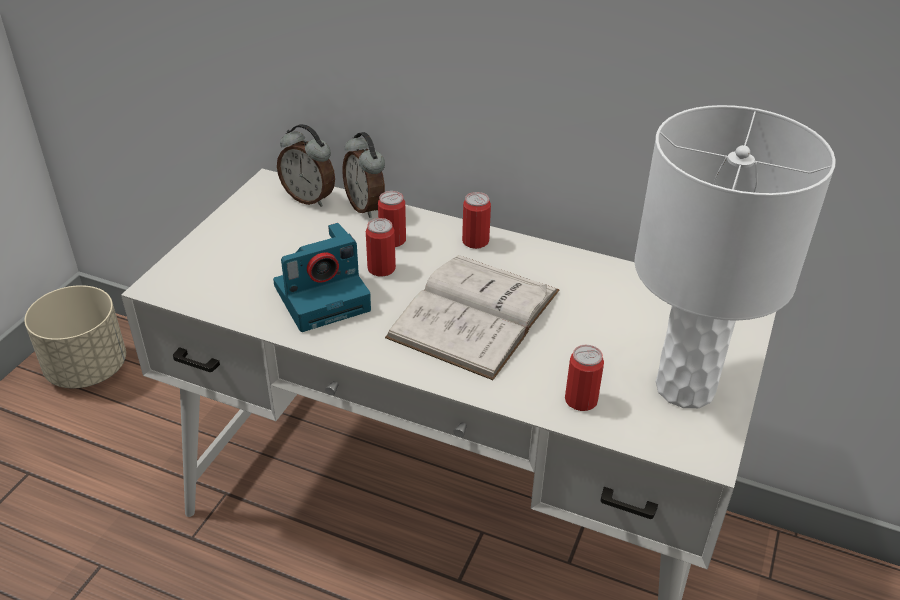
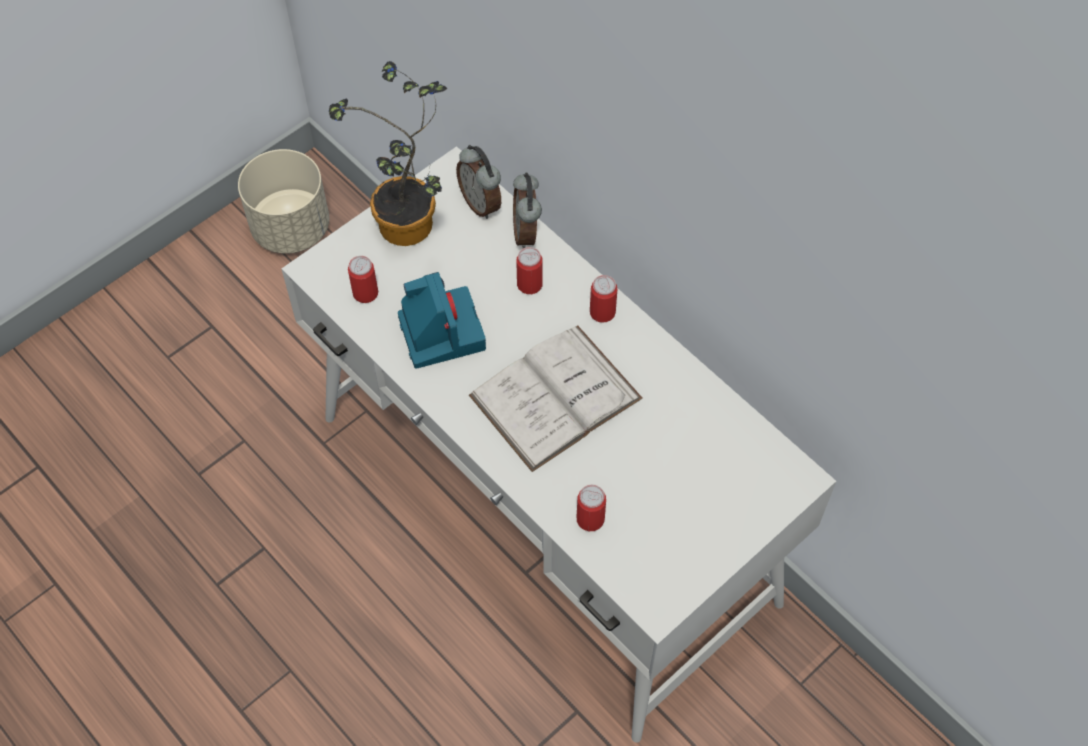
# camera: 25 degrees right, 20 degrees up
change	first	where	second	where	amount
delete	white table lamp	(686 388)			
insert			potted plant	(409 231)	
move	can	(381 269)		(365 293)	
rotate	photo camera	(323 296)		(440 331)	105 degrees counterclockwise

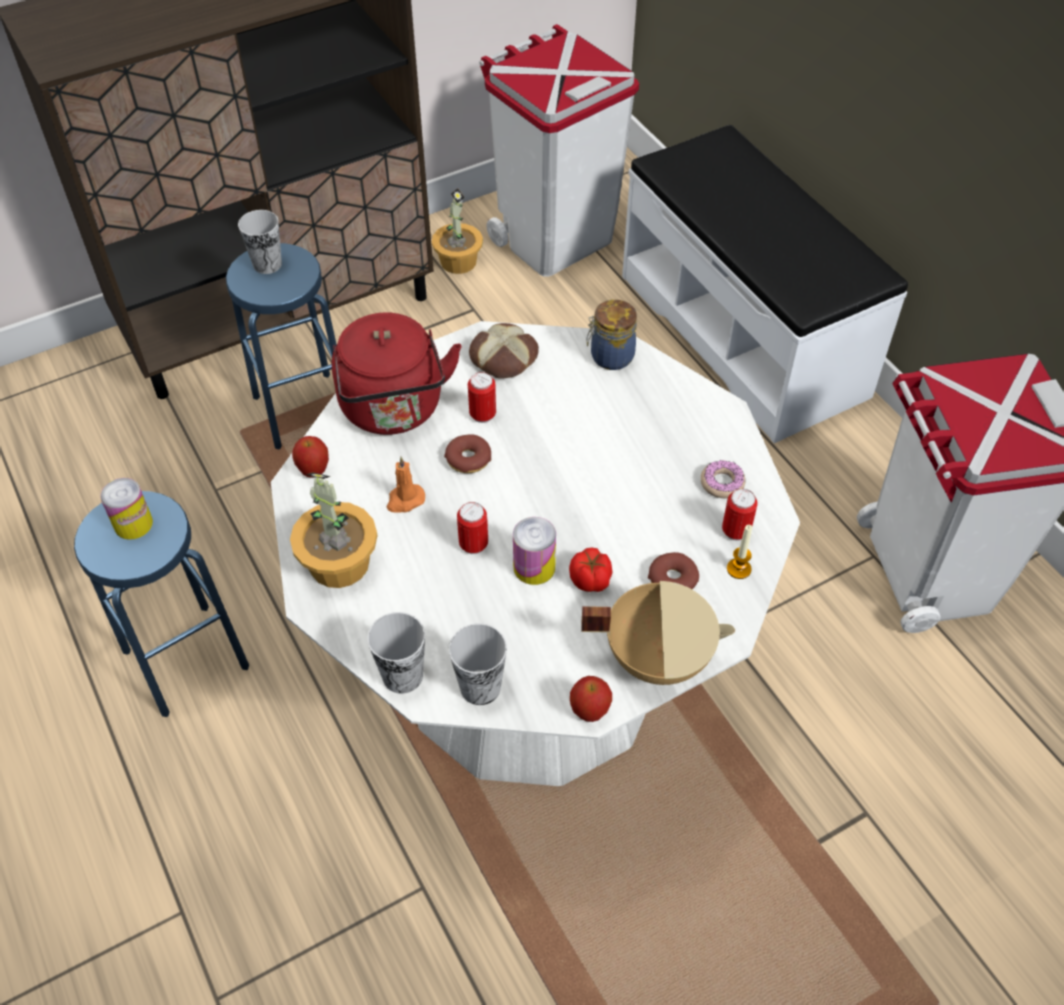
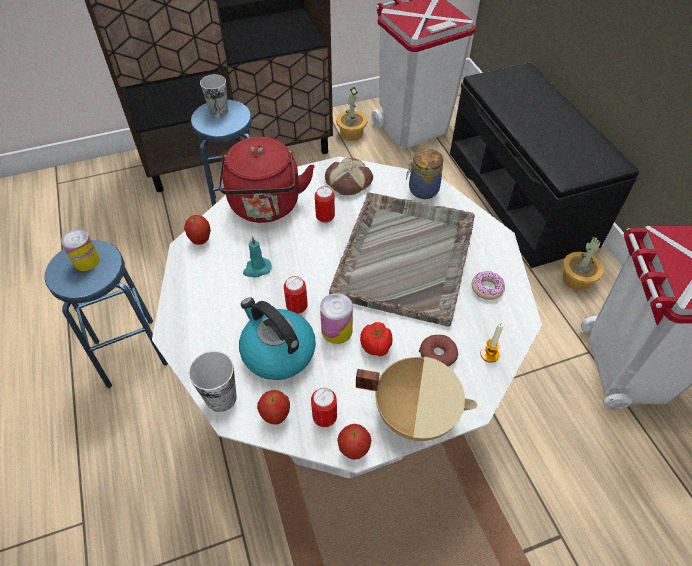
# camera: 10 degrees right, 0 degrees up
change	first	where	second	where	amount
delete	donut	(468 459)			
insert			kettle	(277 352)	
insert			grey tray	(405 256)	
move	potted plant	(339 564)		(576 280)	
move	can	(735 531)		(325 418)	
replace	cup	(480 687)	apple	(276 416)	
recolor	orange candle	(405 500)	turquoise candle	(257 269)	
recolor	white bench	(743 334)	black bench	(521 197)	

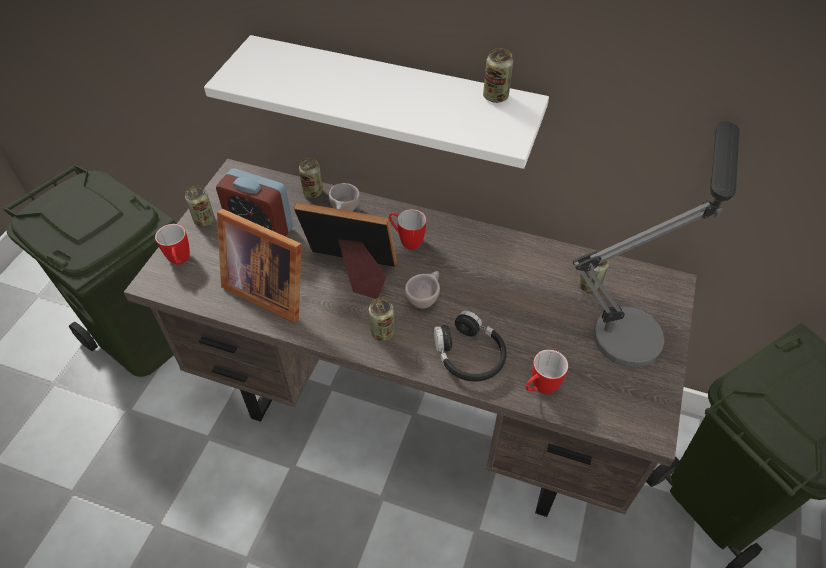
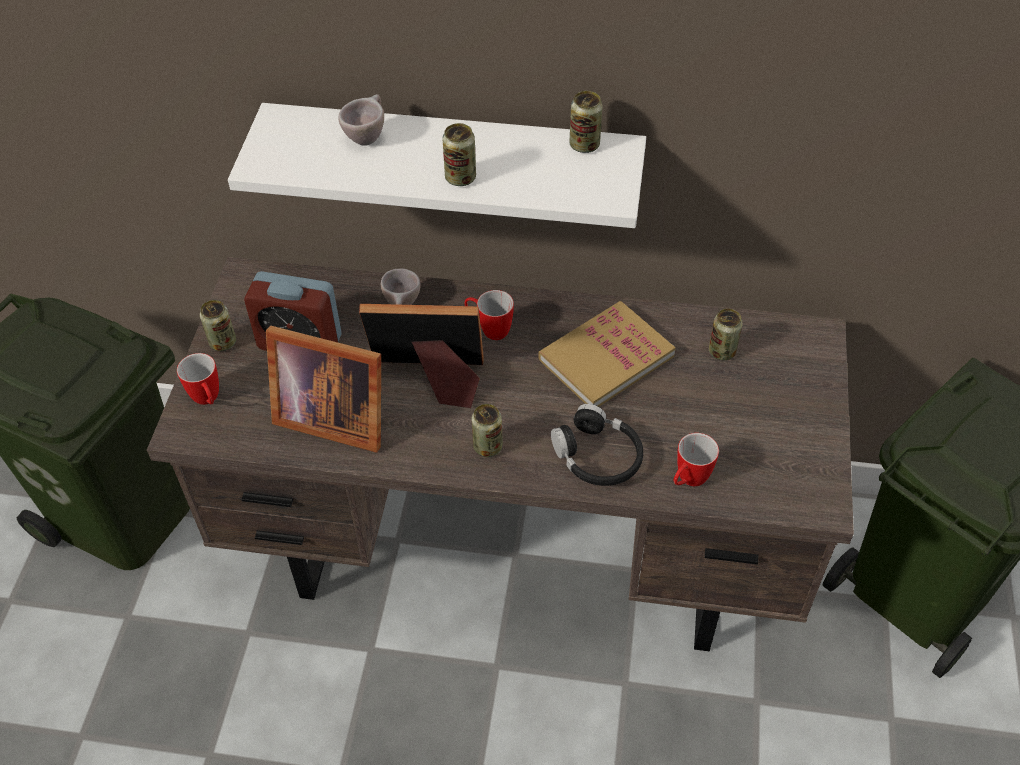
# camera: 10 degrees left, 0 degrees up
change	first	where	second	where	amount
delete	table lamp	(634 322)			
insert			book	(606 358)	
move	can	(313 192)		(460 178)	
move	beige cup	(424 299)		(367 136)	

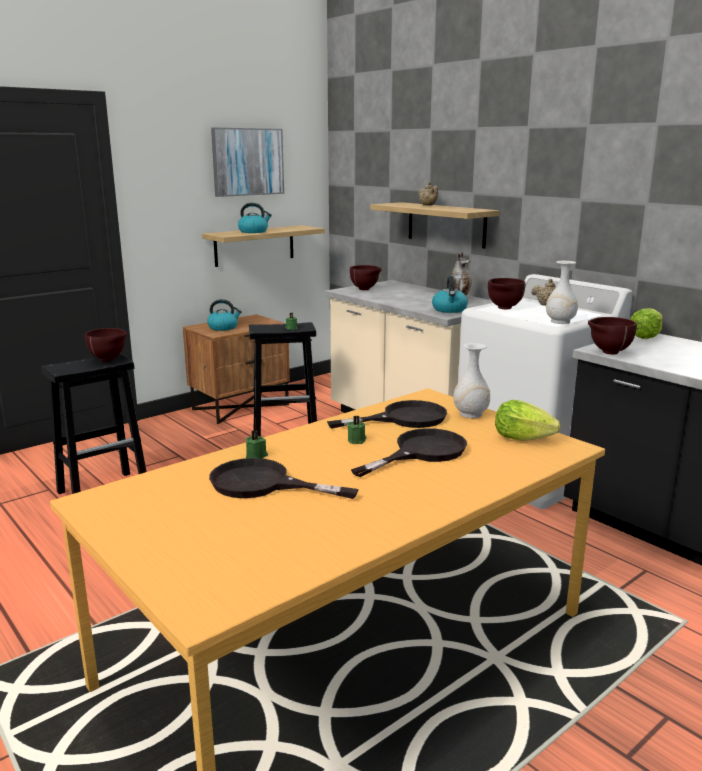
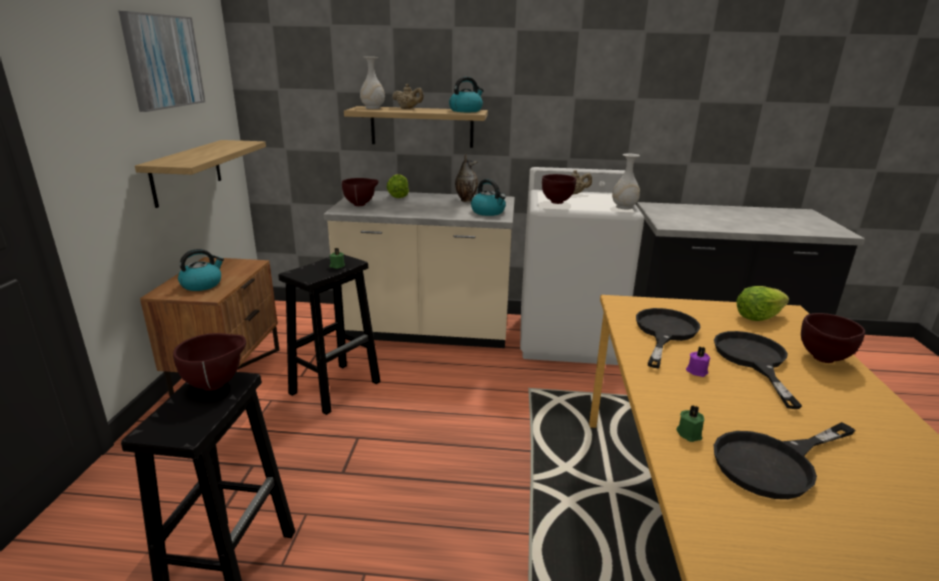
# camera: 45 degrees left, 5 degrees up
change	first	where	second	where	amount
move	kettle	(254 231)		(466 111)	
move	white vase	(471 414)		(373 108)	
move	brown bowl	(608 352)		(823 360)	
move	lettuce	(645 336)		(398 196)	
recolor	green candle	(357 440)	purple candle	(696 371)	

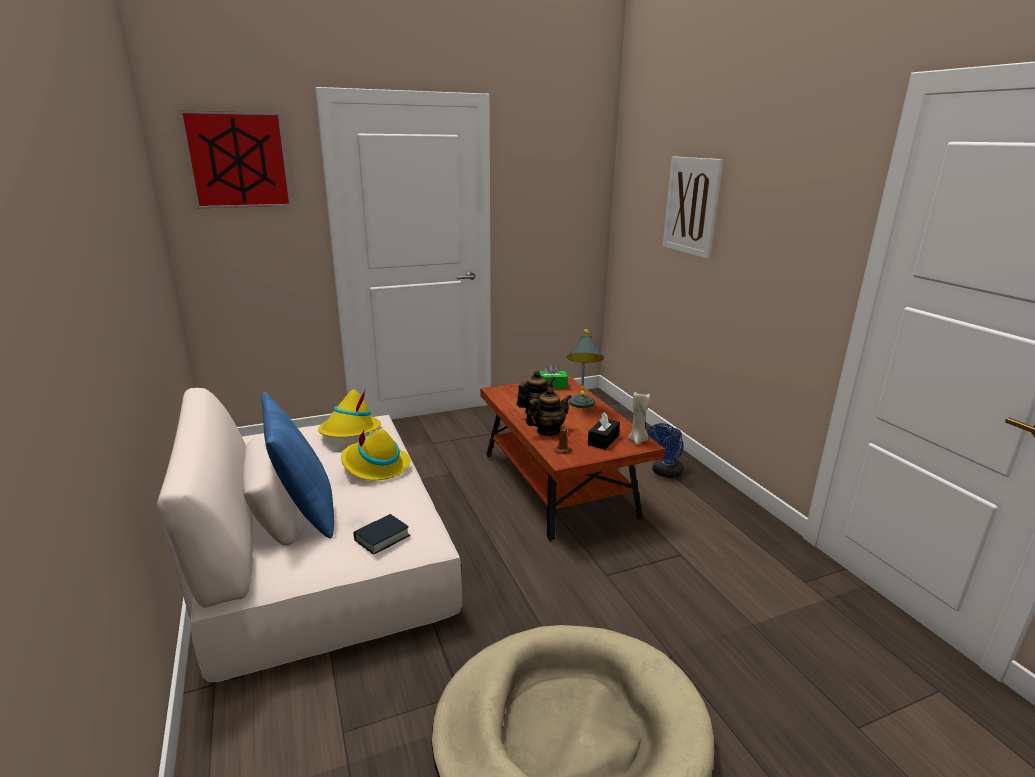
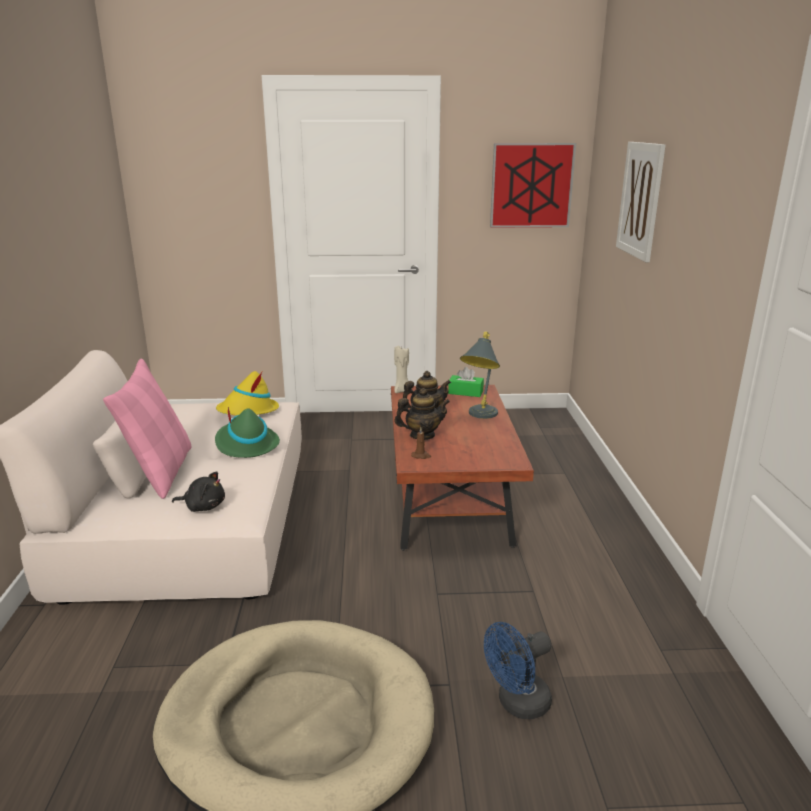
# camera: 20 degrees right, 0 degrees up
change	first	where	second	where	amount
delete	black tissue box	(603 440)			
move	picture	(238 160)		(531 185)	
move	beige candle	(637 441)		(402 391)	
move	blue fan	(664 473)		(517 704)	
replace	book	(382 538)	black plush toy	(203 506)	
recolor	blue pillow	(305 510)	pink pillow	(161 472)	
recolor	yellow hat	(375 465)	green hat	(246 444)	

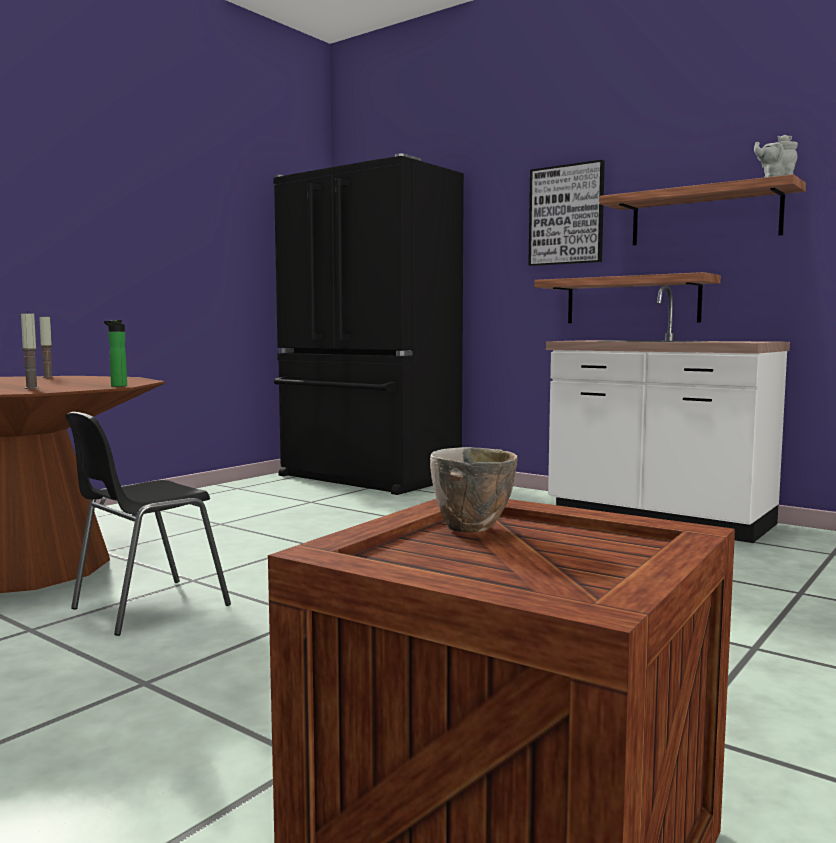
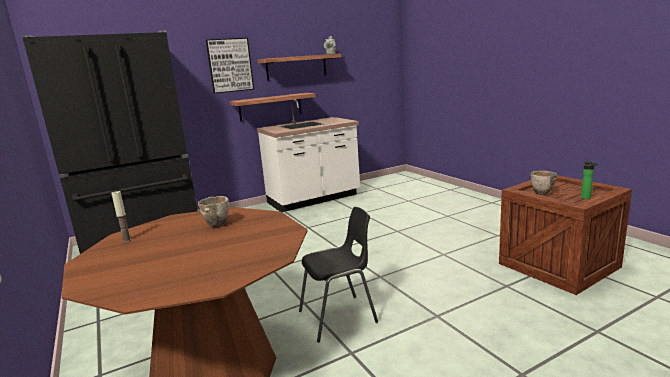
# camera: 65 degrees left, 10 degrees up
change	first	where	second	where	amount
delete	candle	(31 388)			
insert			bowl	(218 224)	
move	bottle	(117 386)		(587 198)	
rotate	black chair	(146 607)		(340 317)	90 degrees counterclockwise

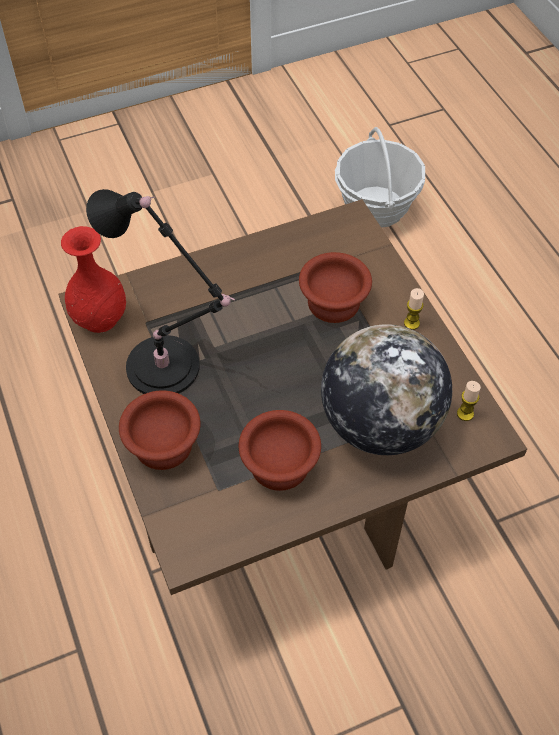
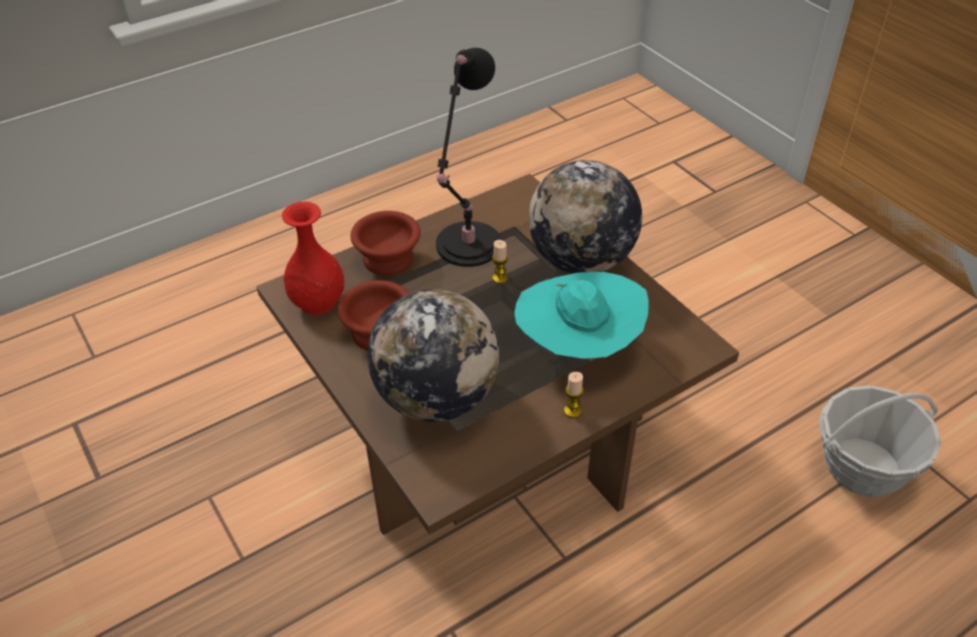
# camera: 80 degrees right, 10 degrees down
change	first	where	second	where	amount
insert			globe	(581 260)	
move	red vase	(100 319)		(317 303)	
move	candle	(465 414)		(500 278)	
replace	brown bowl	(335 304)	turquoise hat	(578 347)	

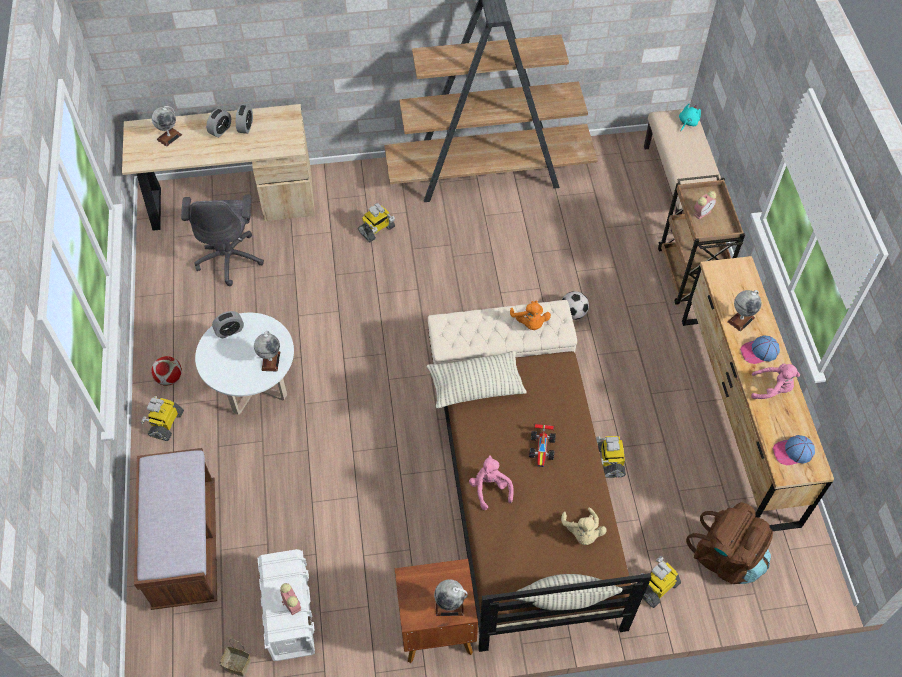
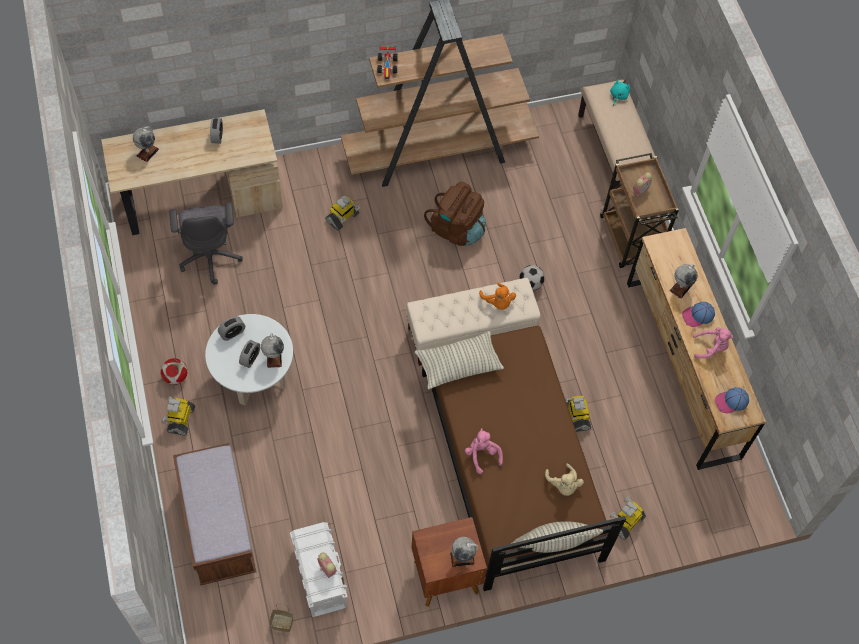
# camera: 10 degrees left, 5 degrees up
change	first	where	second	where	amount
move	alarm clock	(220 130)		(250 358)	
move	toy car	(542 448)		(388 66)	
move	brown backpack	(726 557)		(456 229)	

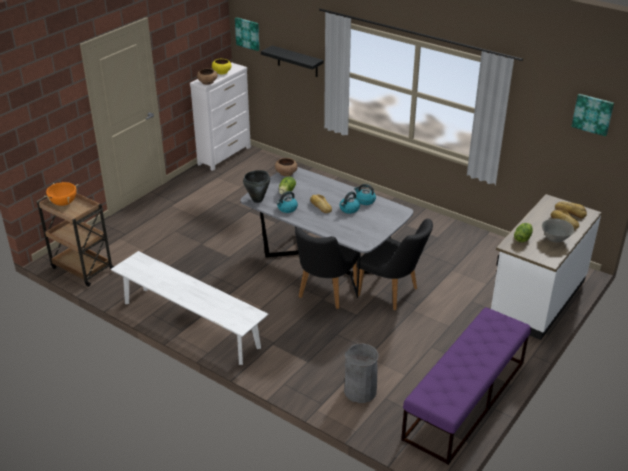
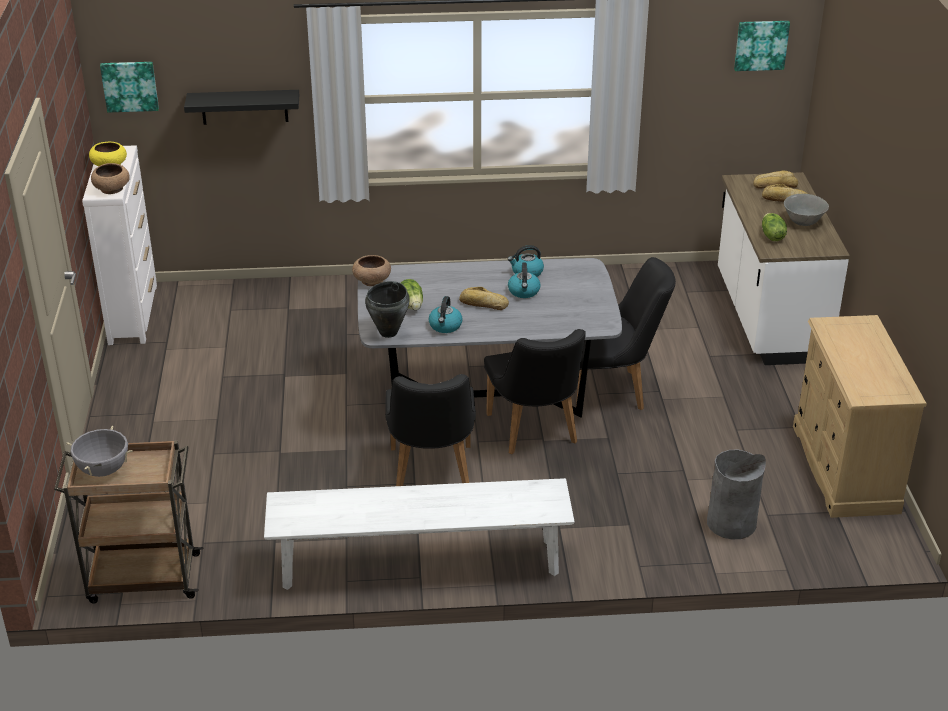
# camera: 40 degrees left, 0 degrees up
change	first	where	second	where	amount
insert			black chair	(431 475)	
replace	purple bench	(465 400)	beige dresser	(844 468)	
recolor	orange cooking pot	(64 203)	grey cooking pot	(103 470)	

